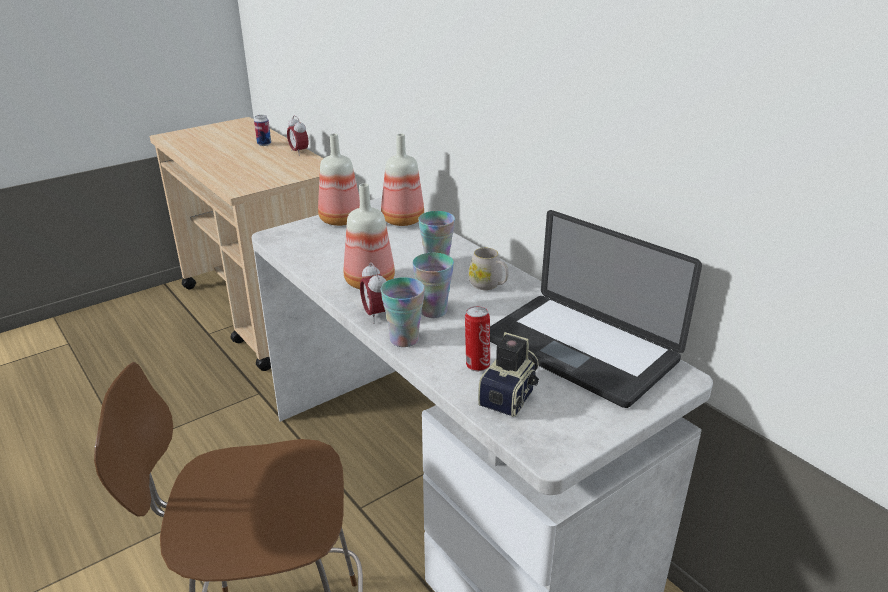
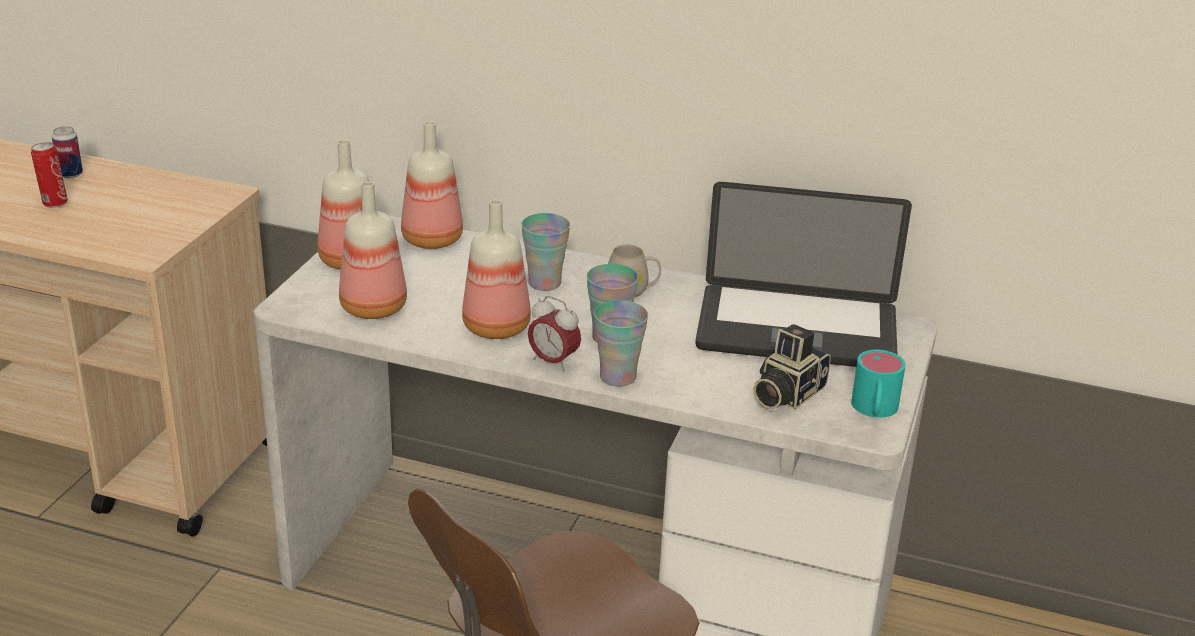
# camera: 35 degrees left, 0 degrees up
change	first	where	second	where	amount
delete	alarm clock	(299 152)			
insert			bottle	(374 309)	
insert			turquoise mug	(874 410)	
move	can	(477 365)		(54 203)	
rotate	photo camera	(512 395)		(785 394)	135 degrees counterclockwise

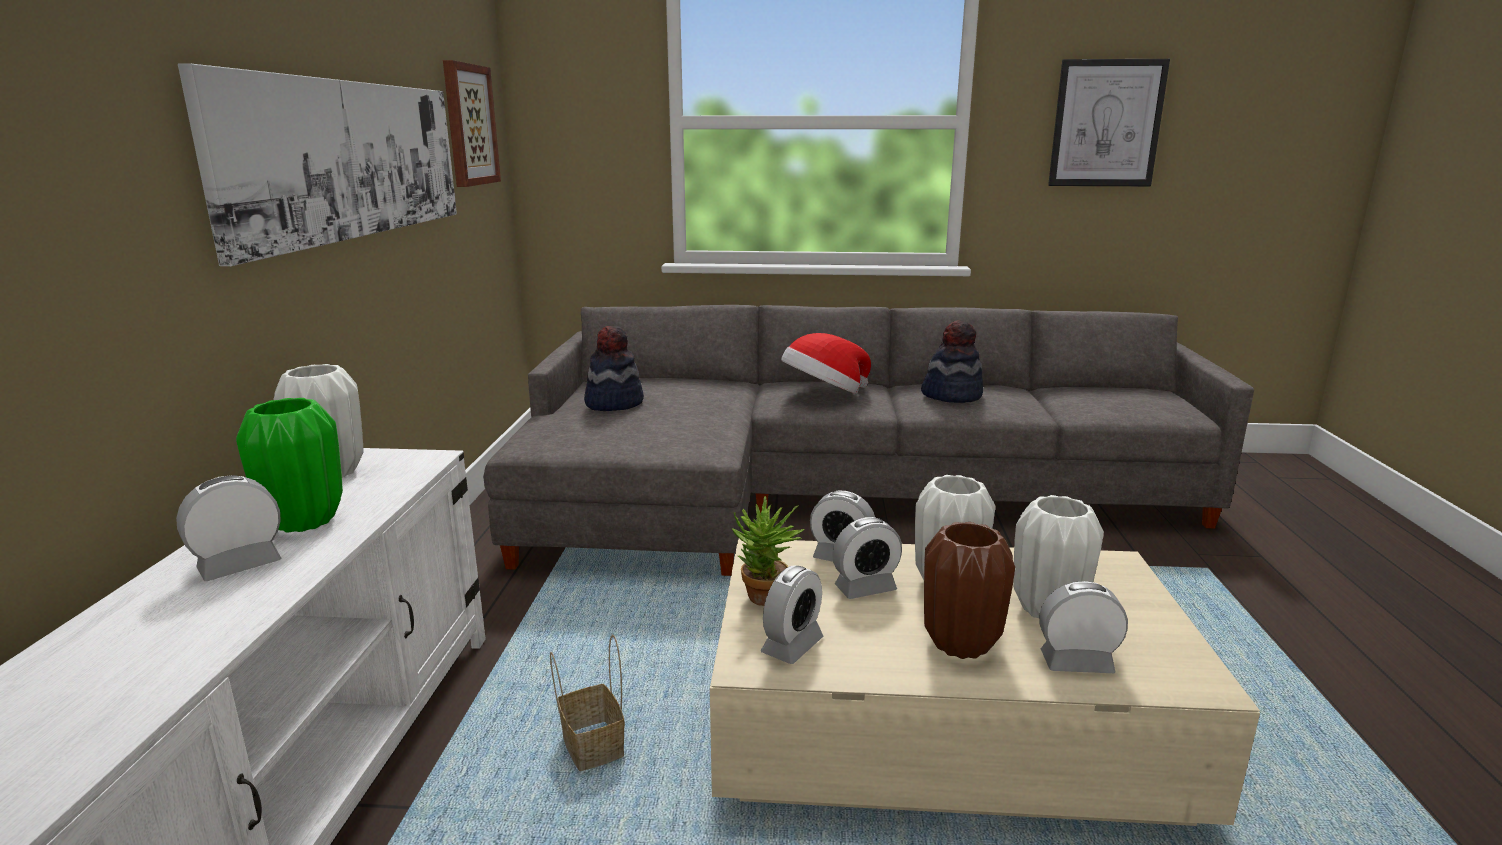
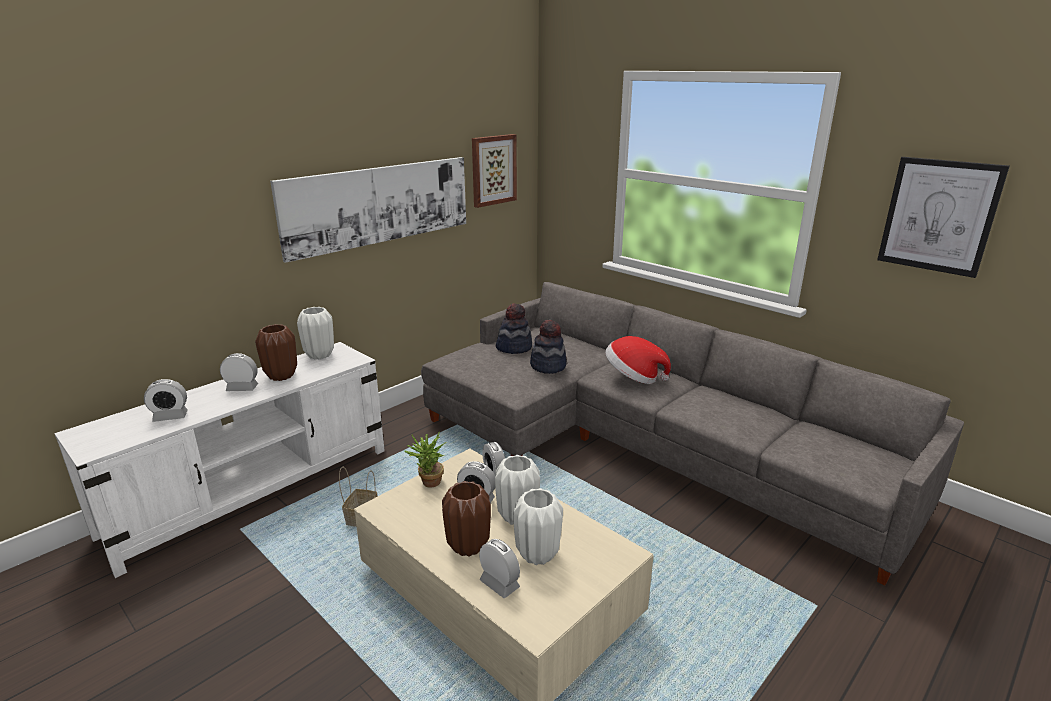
# camera: 40 degrees right, 5 degrees up
change	first	where	second	where	amount
move	alarm clock	(792 645)		(170 416)	
move	hat	(952 395)		(548 366)	
recolor	green vase	(305 521)	brown vase	(281 376)	

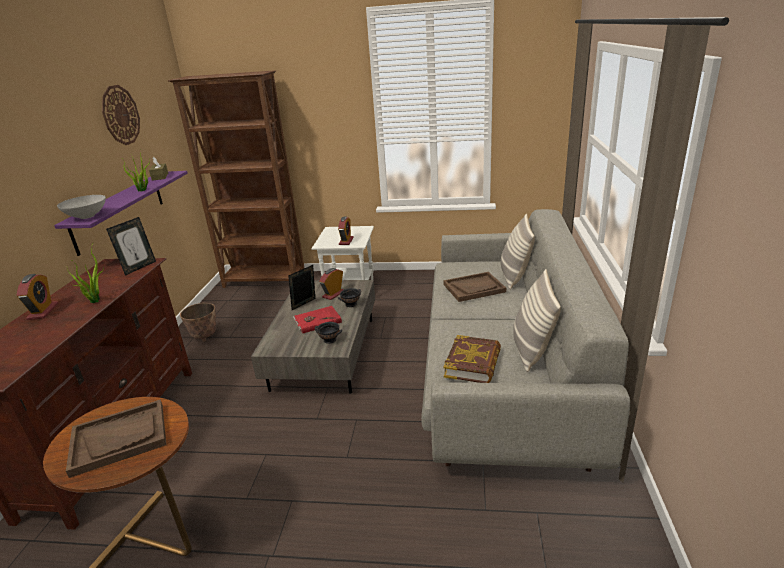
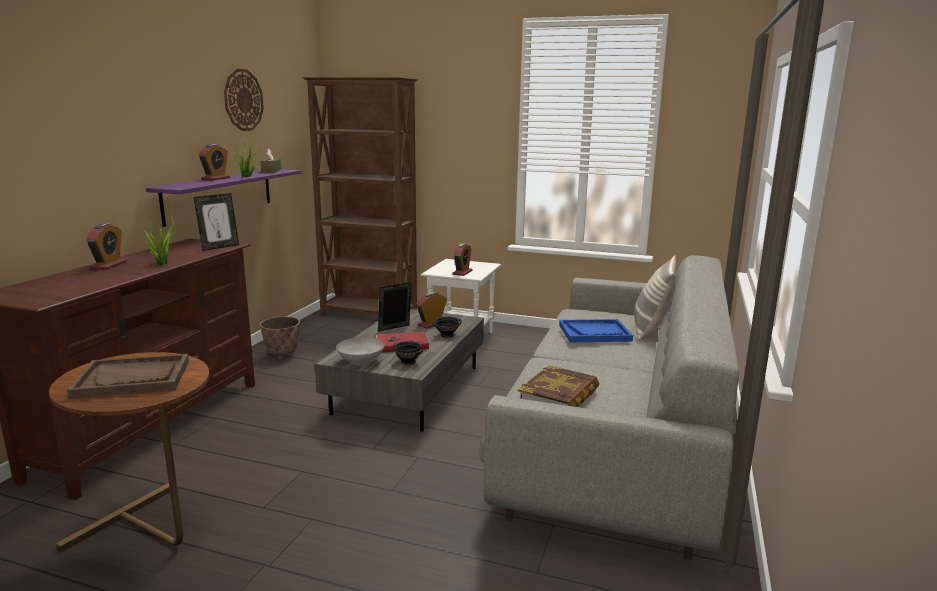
# camera: 10 degrees right, 10 degrees down
change	first	where	second	where	amount
delete	pillow	(531 350)			
insert			alarm clock	(216 178)	
move	grey bowl	(87 216)		(361 362)	
recolor	brown tray	(474 288)	blue tray	(594 333)	

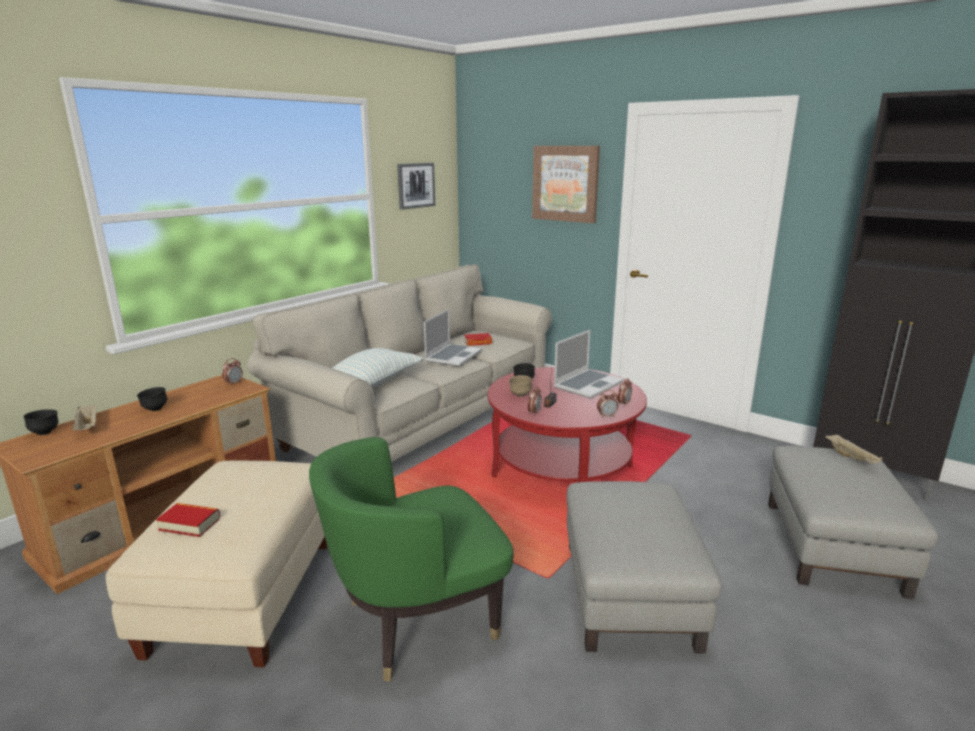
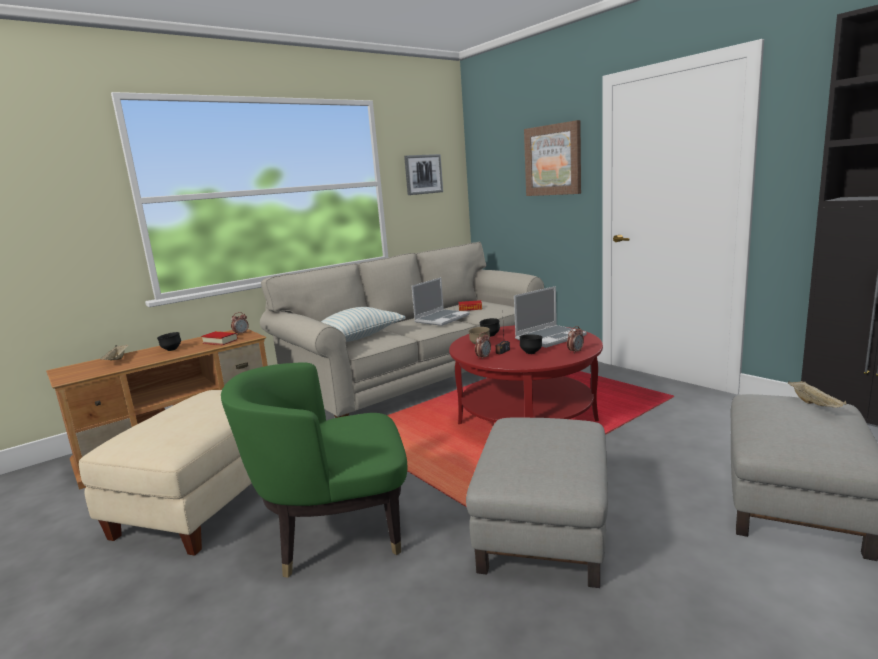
# camera: 15 degrees right, 5 degrees down
change	first	where	second	where	amount
delete	alarm clock	(607 416)			
move	black bowl	(45 433)		(531 353)	
move	book	(190 524)		(220 341)	

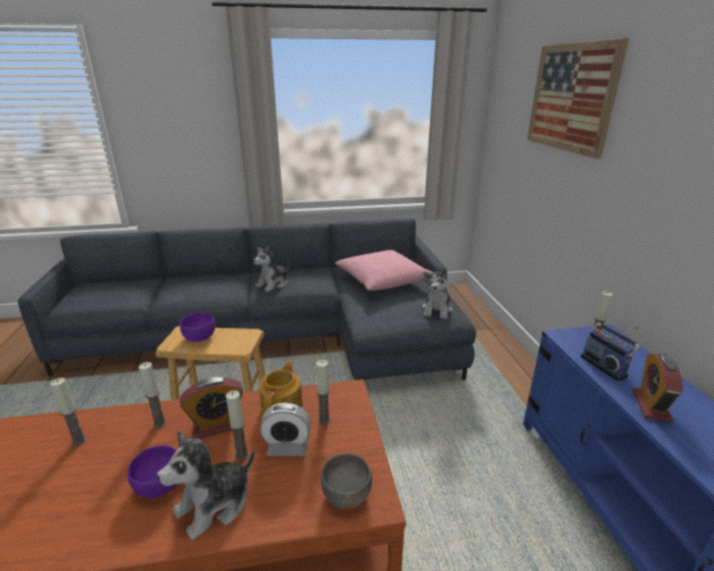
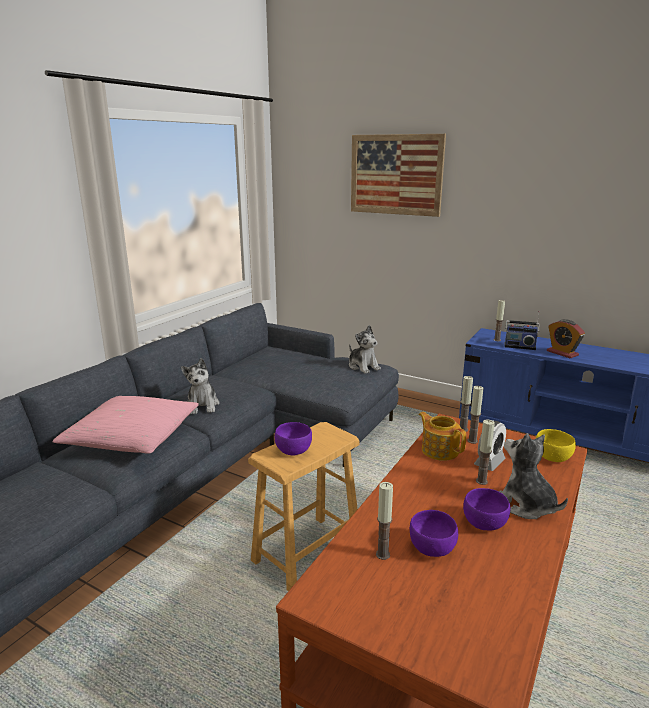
# camera: 50 degrees left, 5 degrees down
change	first	where	second	where	amount
delete	alarm clock	(217 426)			
insert			purple bowl	(432 548)	
move	candle	(159 423)		(463 429)	
move	pink pillow	(382 280)		(132 437)	
recolor	grey bowl	(346 495)	yellow bowl	(553 457)	
rotate	plush toy	(214 505)		(526 505)	150 degrees clockwise

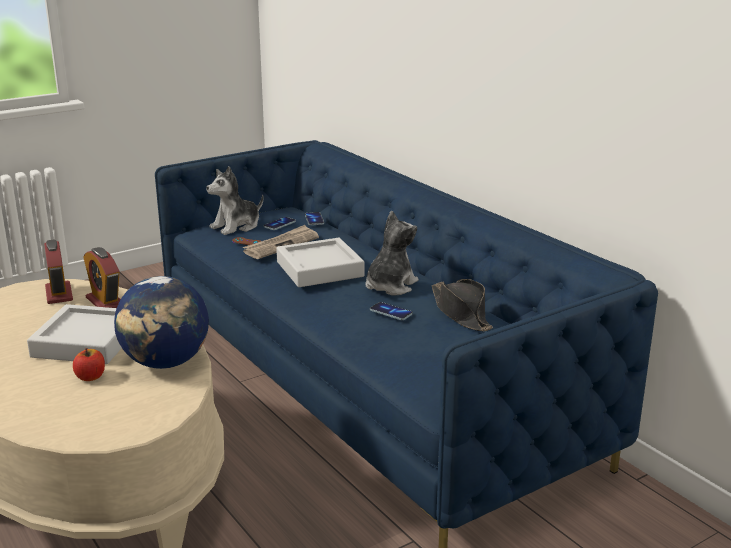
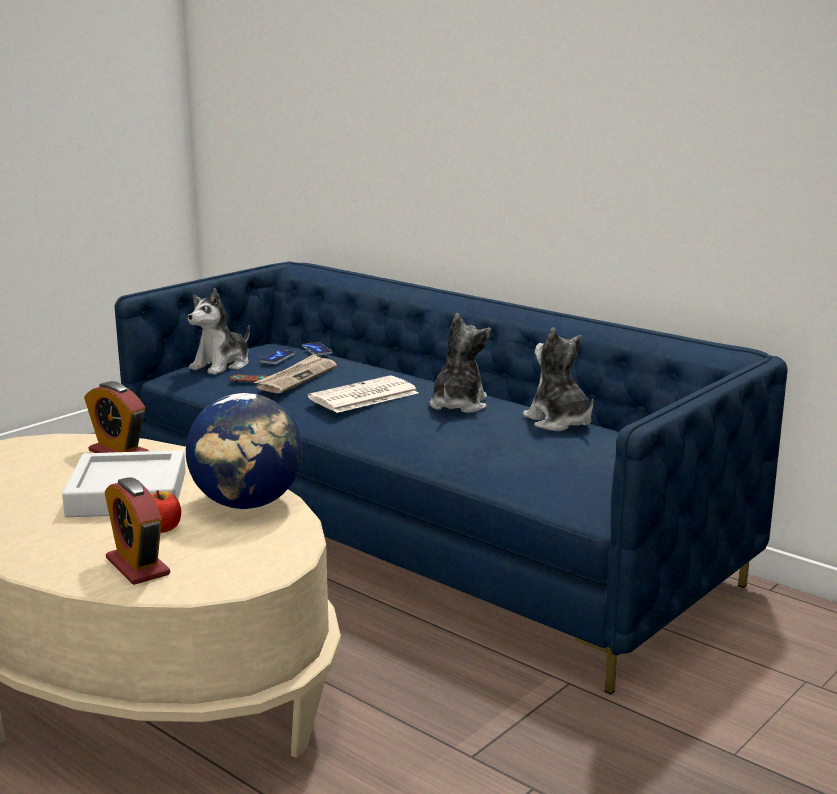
# camera: 15 degrees left, 5 degrees down
change	first	where	second	where	amount
delete	phone	(391 312)			
move	alarm clock	(59 294)		(137 566)	
replace	grey tray	(319 269)	newspaper	(363 396)	
replace	black hat	(461 313)	plush toy	(559 422)	

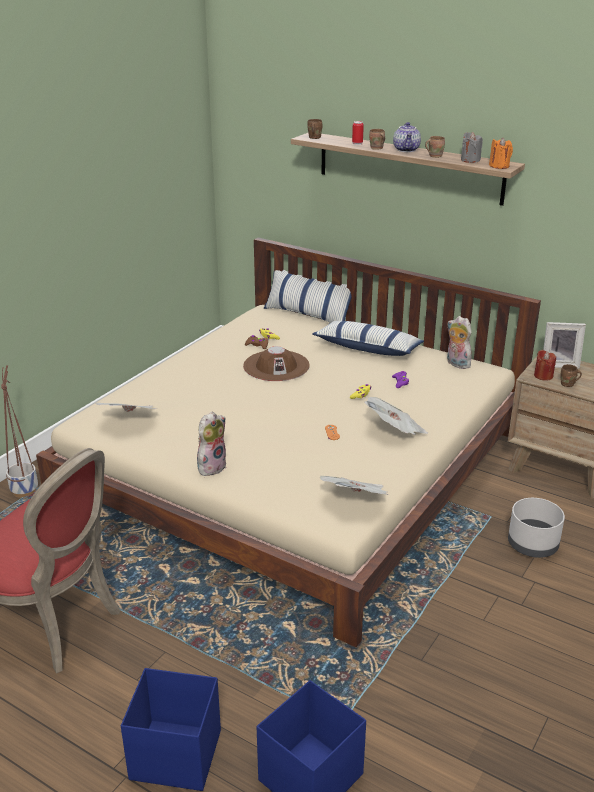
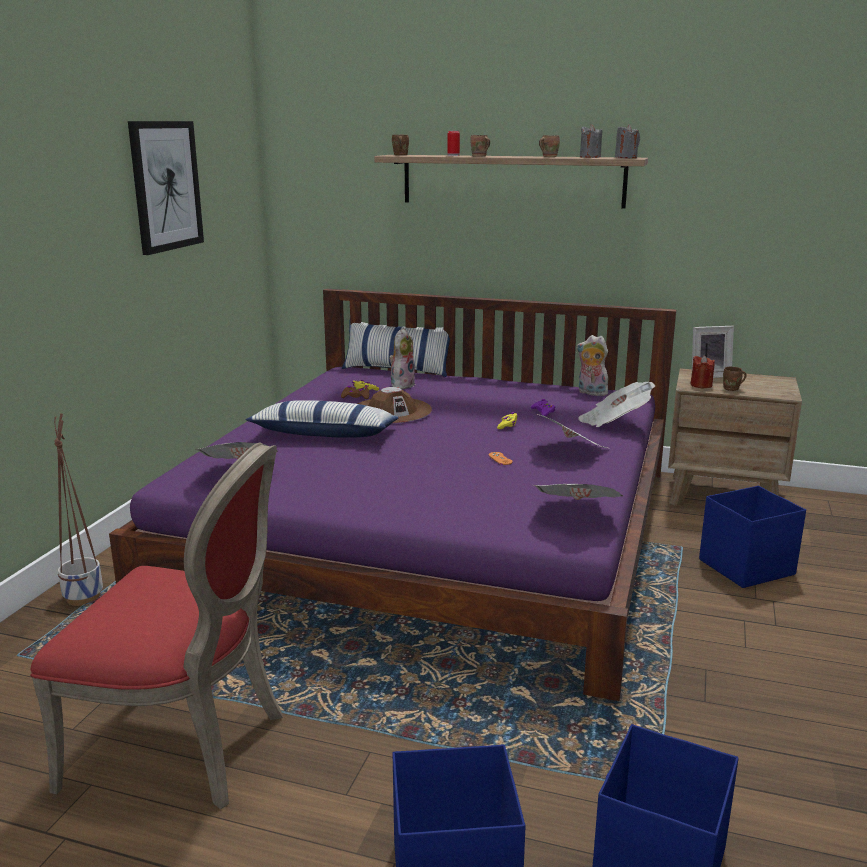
# camera: 15 degrees left, 10 degrees down
change	first	where	second	where	amount
delete	teapot	(407 150)			
insert			picture	(166 186)	
insert			newspaper	(614 422)	
move	plush toy	(211 466)		(402 385)	
move	pillow	(368 348)		(325 434)	
replace	grey planter	(532 545)	blue storage box	(745 567)	
recolor	beige bed	(297 468)	purple bed	(433 530)	
recolor	orange candle	(499 166)	grey candle	(626 158)	

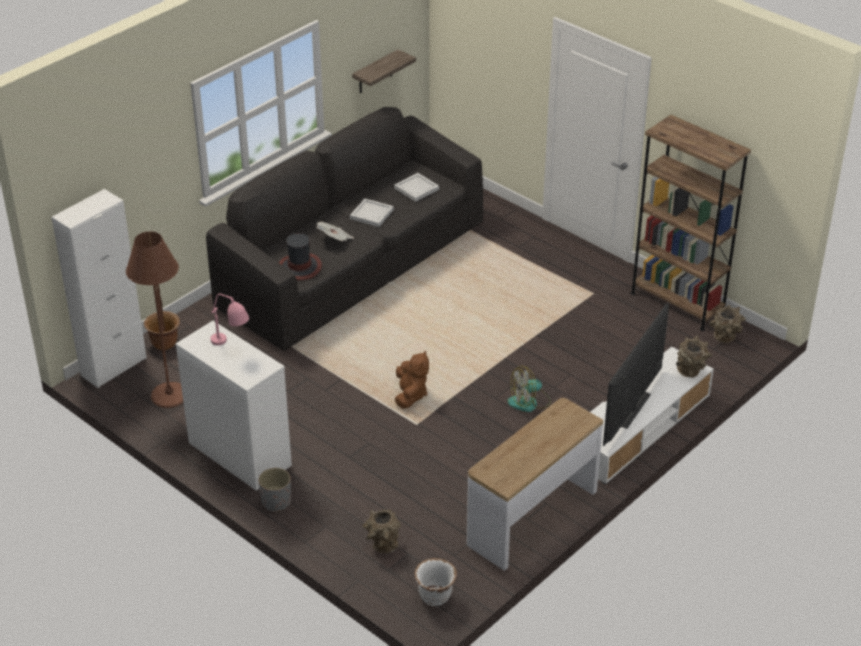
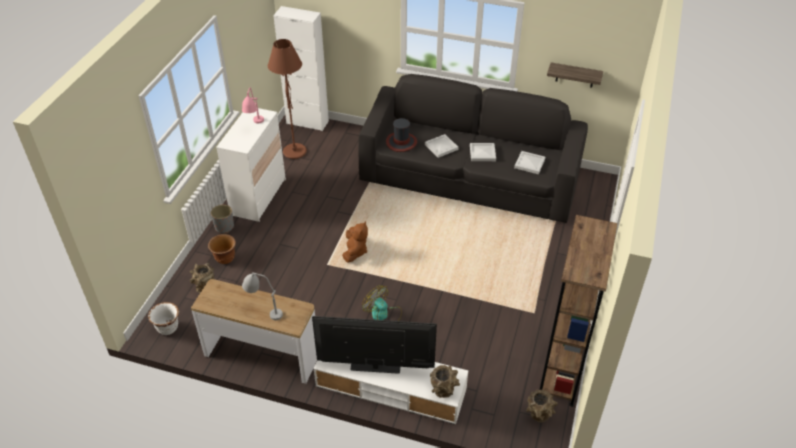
# camera: 65 degrees right, 5 degrees up
change	first	where	second	where	amount
insert			grey table lamp	(263 310)	
move	brown planter	(165 344)		(225 259)	
replace	newspaper	(335 239)	white tray	(442 147)	
rotate	brown plush toy	(410 395)		(355 252)	60 degrees counterclockwise

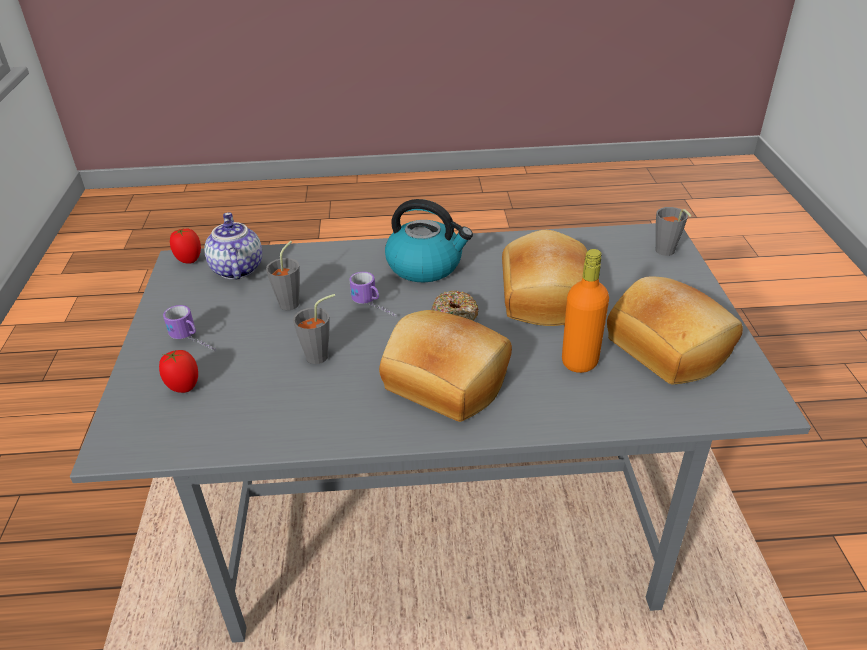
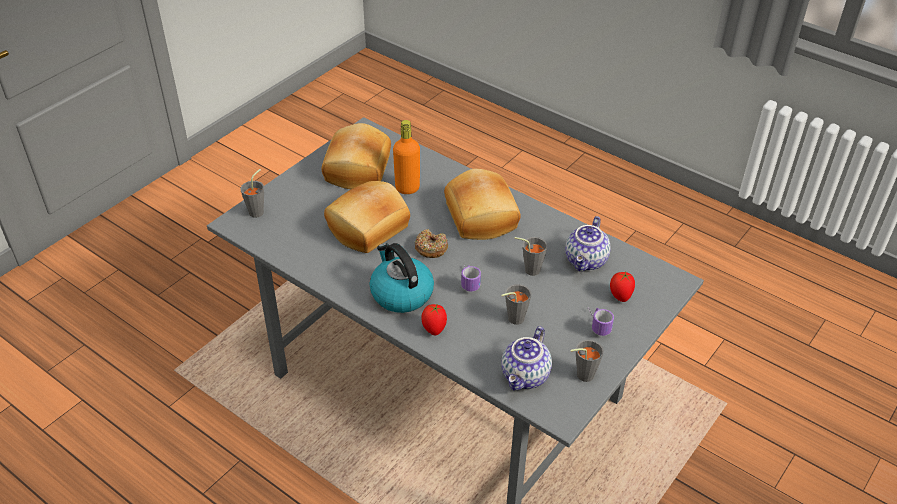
# camera: 140 degrees left, 5 degrees up
change	first	where	second	where	amount
insert			teapot	(586 261)	
insert			grey cup	(581 376)	
move	tomato	(189 259)		(434 329)	

